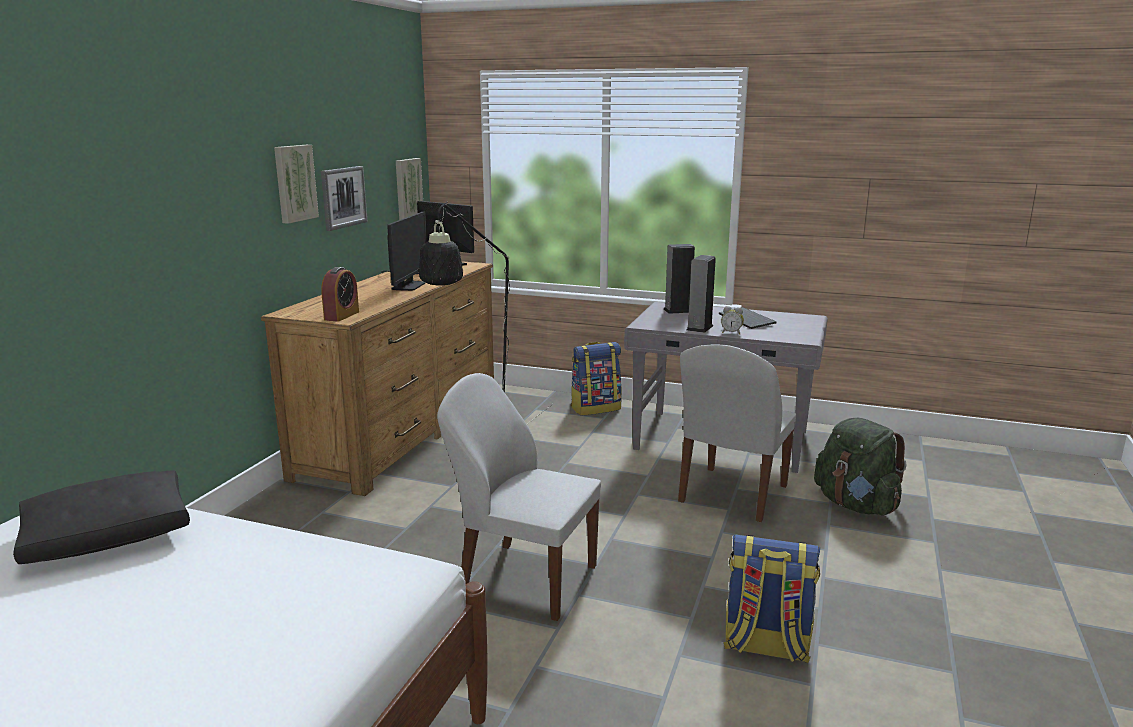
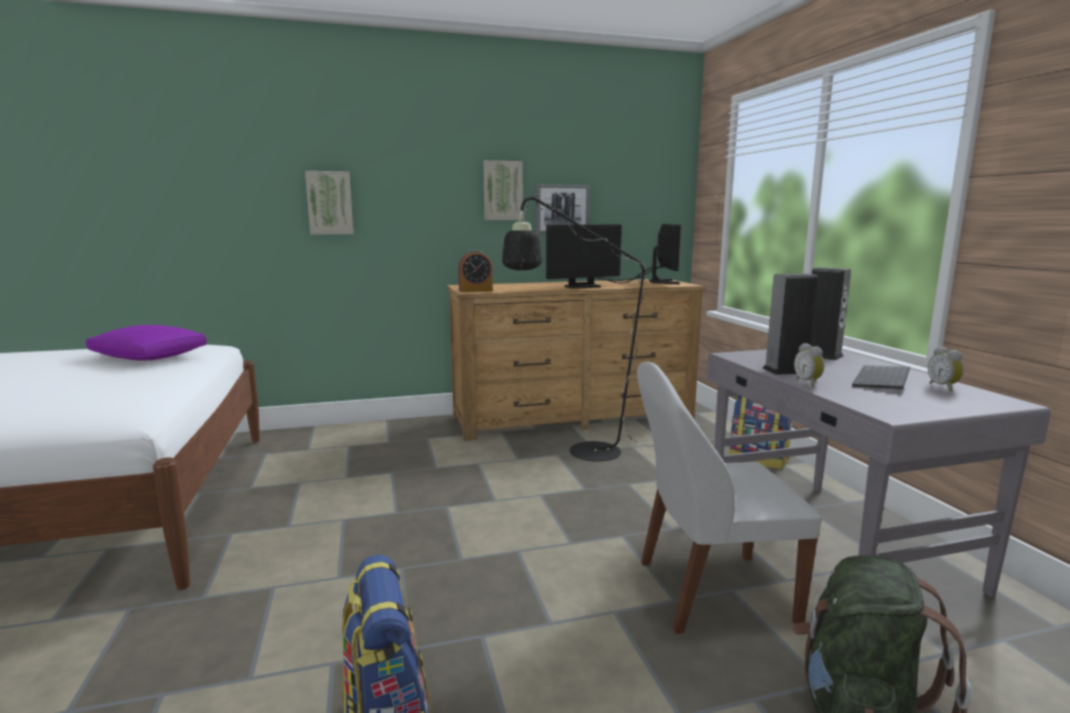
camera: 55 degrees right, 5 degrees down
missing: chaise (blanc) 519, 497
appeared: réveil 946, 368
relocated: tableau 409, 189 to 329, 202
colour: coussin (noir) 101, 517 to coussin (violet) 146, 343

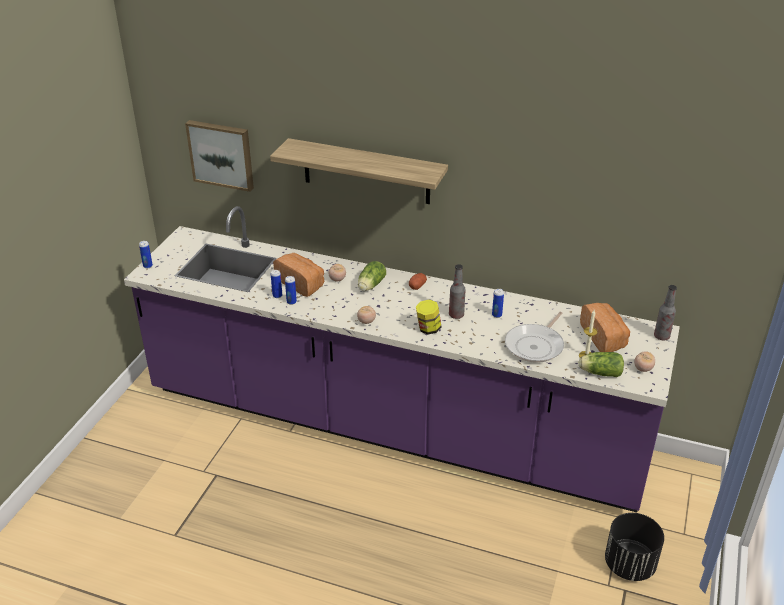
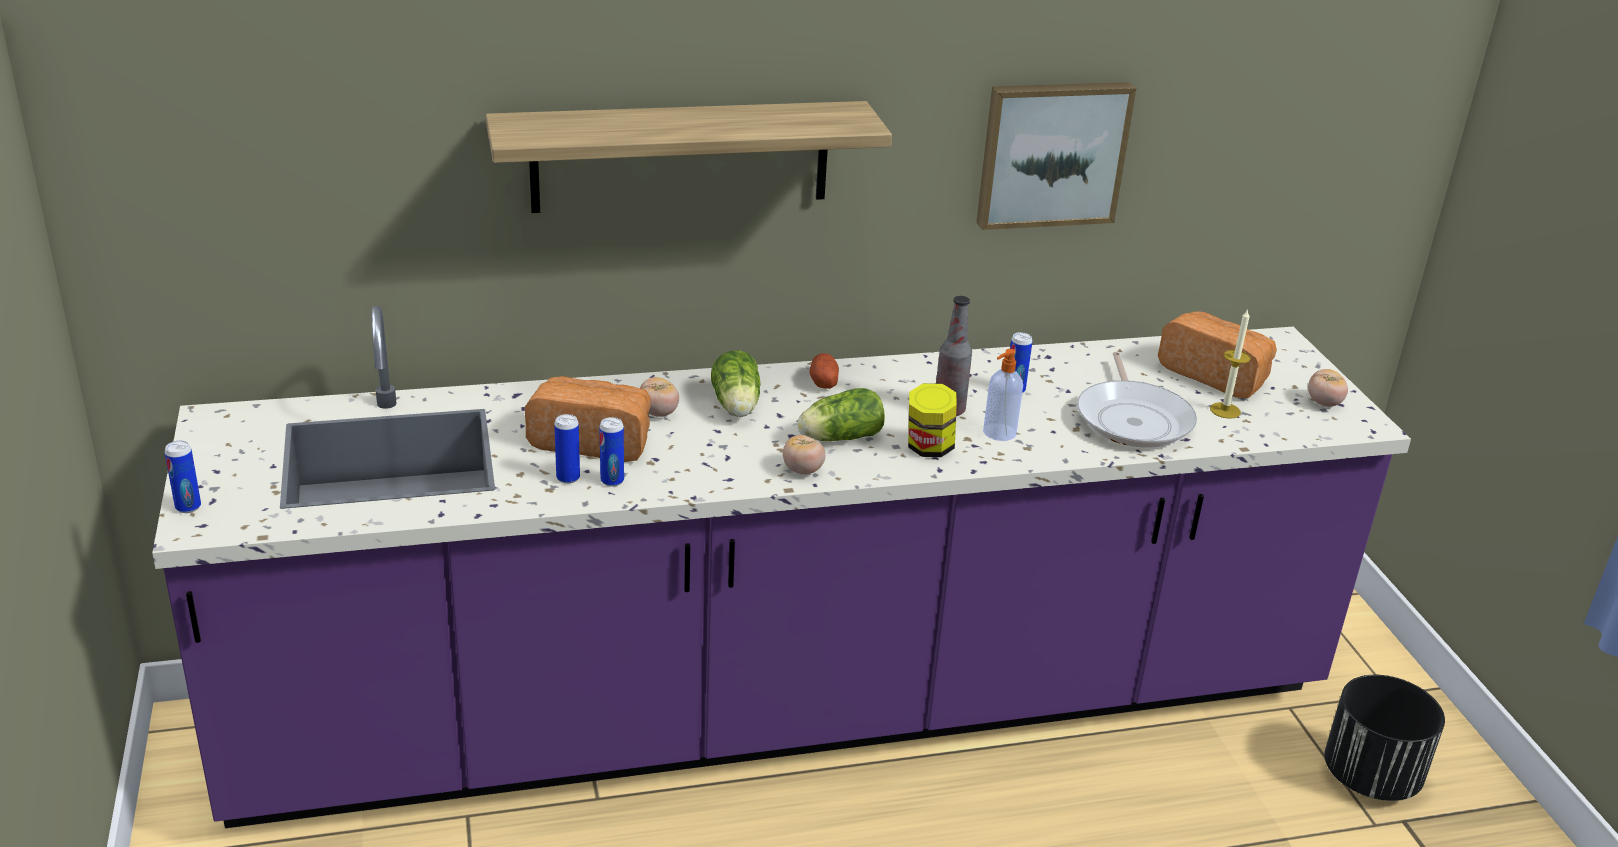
camera: 35 degrees left, 5 degrees down
missing: bouteille 665, 312
appeared: distributeur de savon 1003, 395
relocated: tableau 219, 156 to 1056, 156; laitue 601, 364 to 841, 414

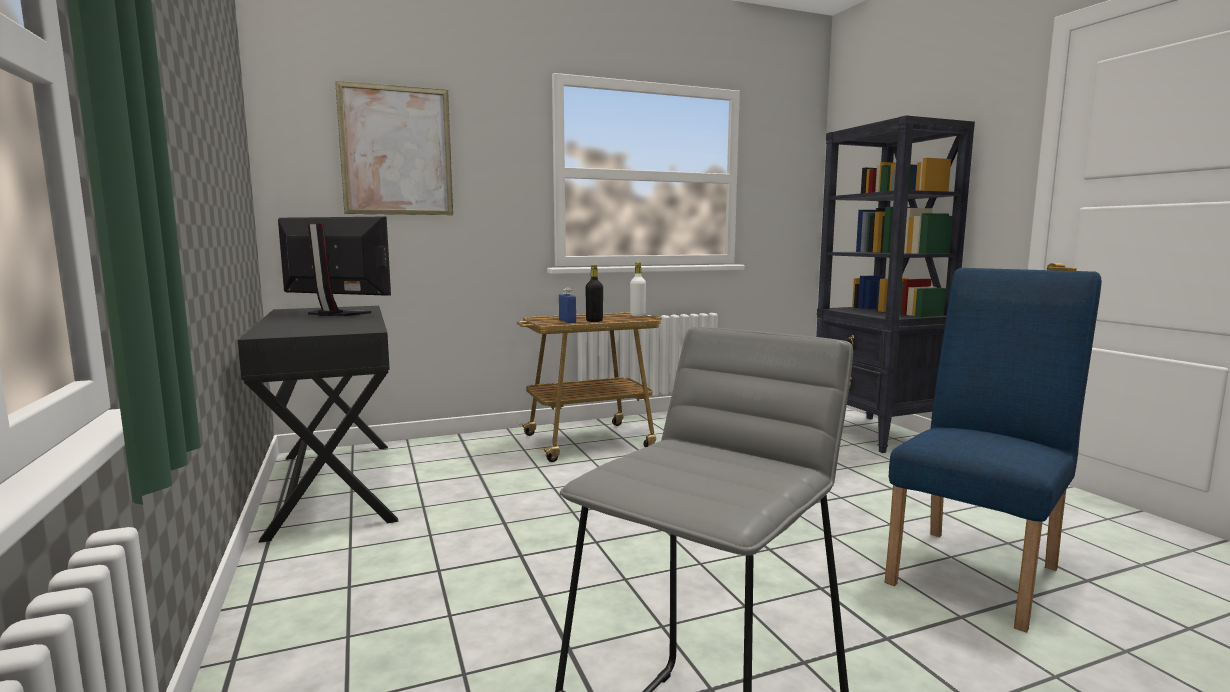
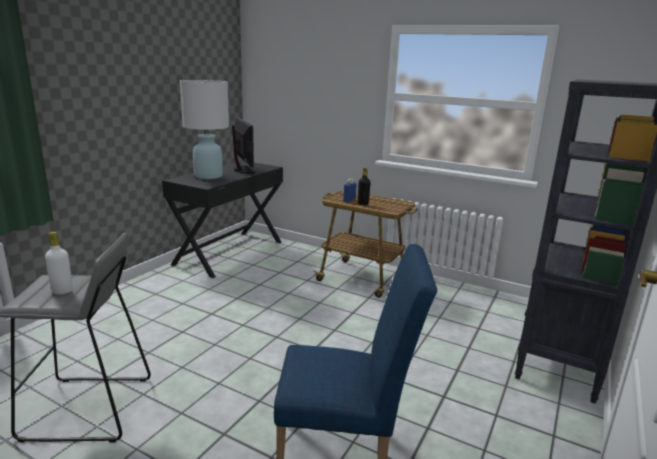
camera: 50 degrees right, 10 degrees up
missing: tableau 394, 148
appeared: lampe de table (blanc) 204, 129
relocated: bouteille (blanc) 638, 289 to 59, 263

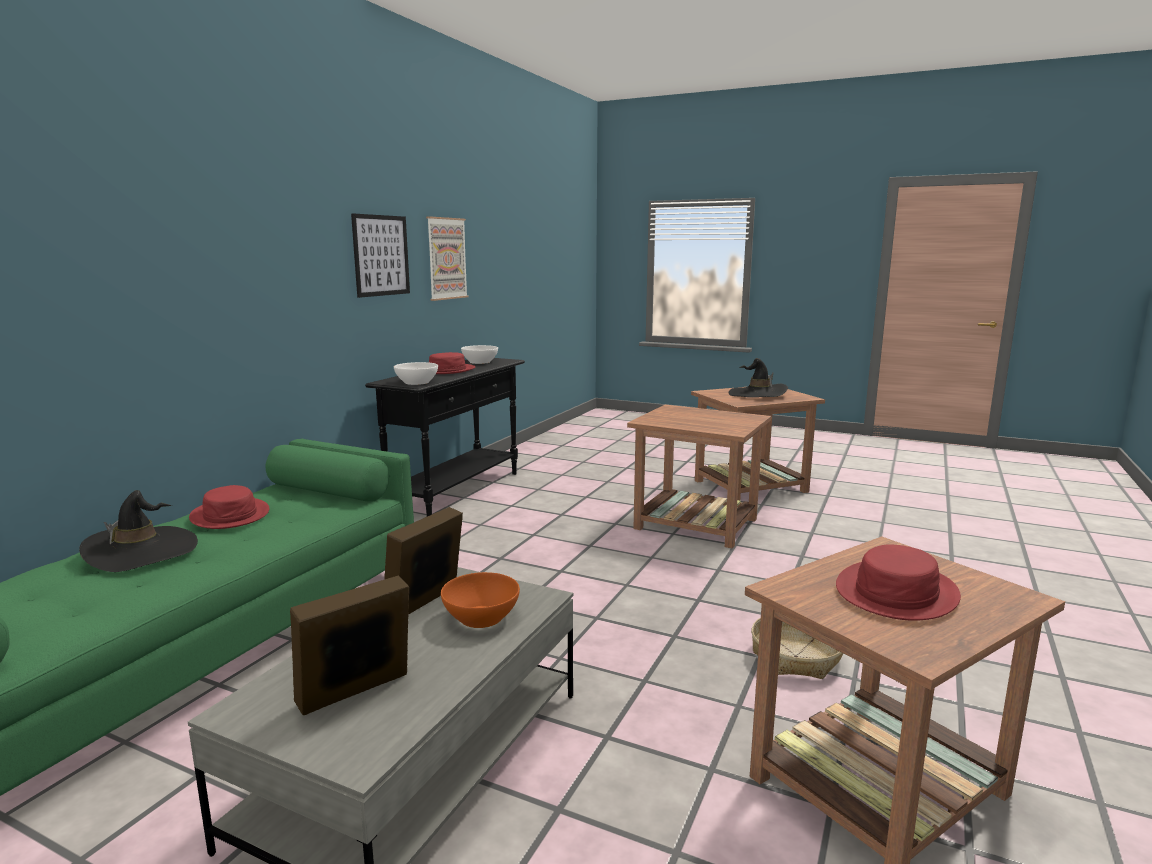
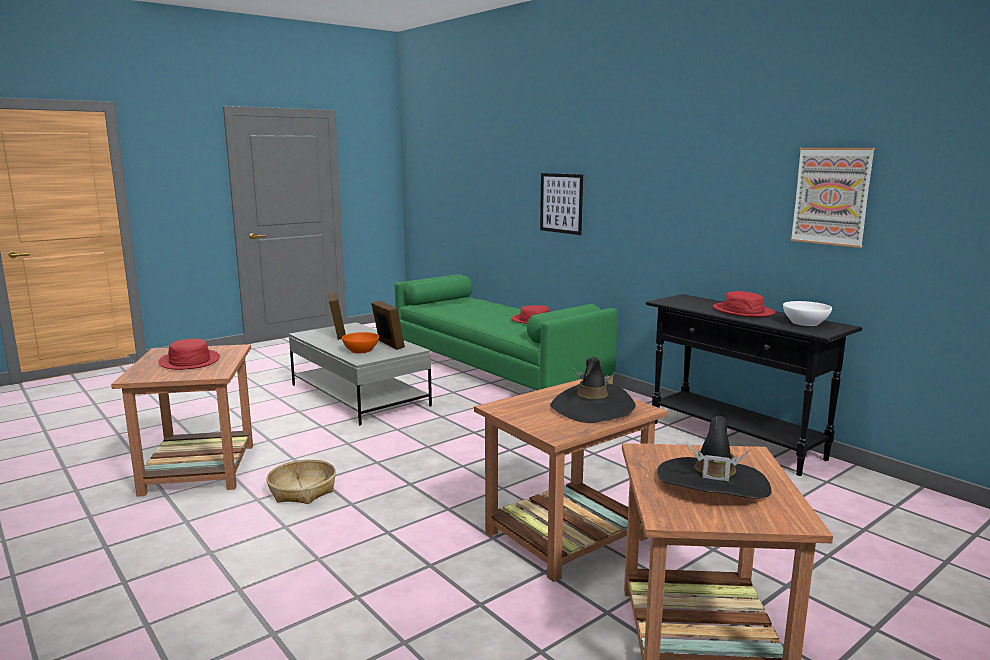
camera: 115 degrees right, 0 degrees up
missing: bol (blanc) 416, 373
relocated: chapeau (noir) 138, 531 to 593, 390; tableau 380, 255 to 561, 204

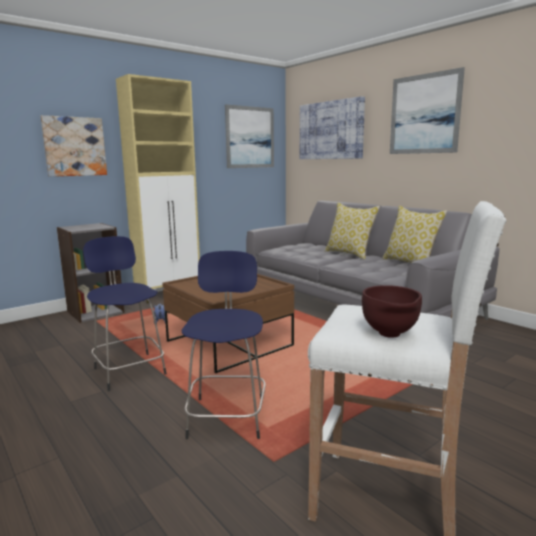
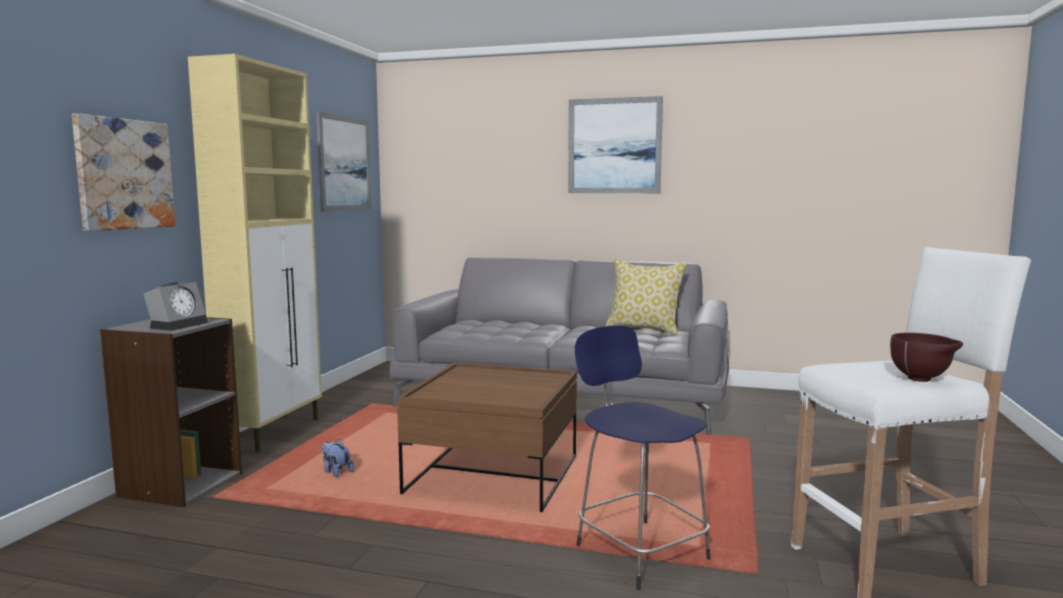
camera: 35 degrees left, 5 degrees down
missing: tabouret (bleu) 125, 313; tableau 332, 127; coussin 352, 231
appeared: réveil 176, 306

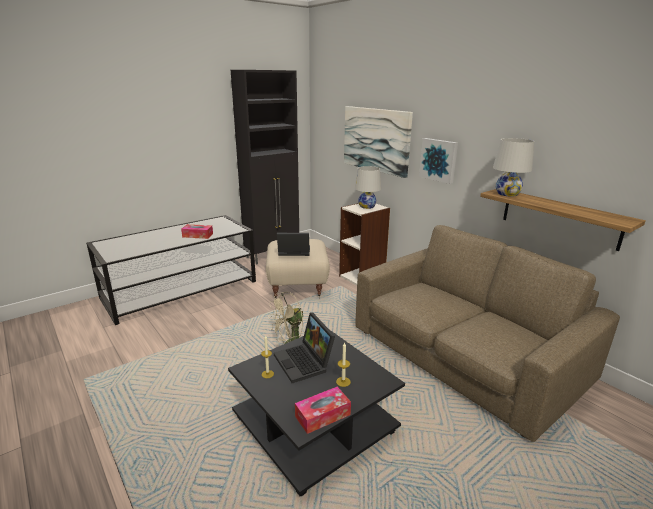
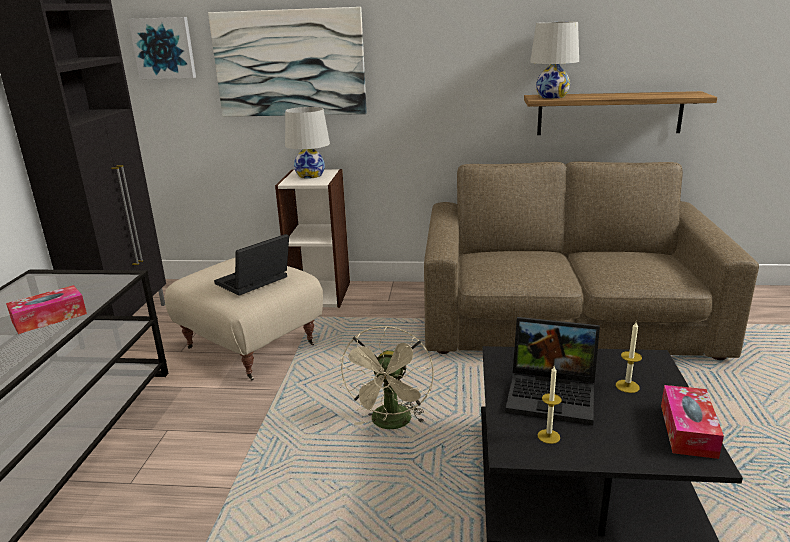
camera: 45 degrees left, 0 degrees up
relocated: tableau 438, 161 to 162, 48

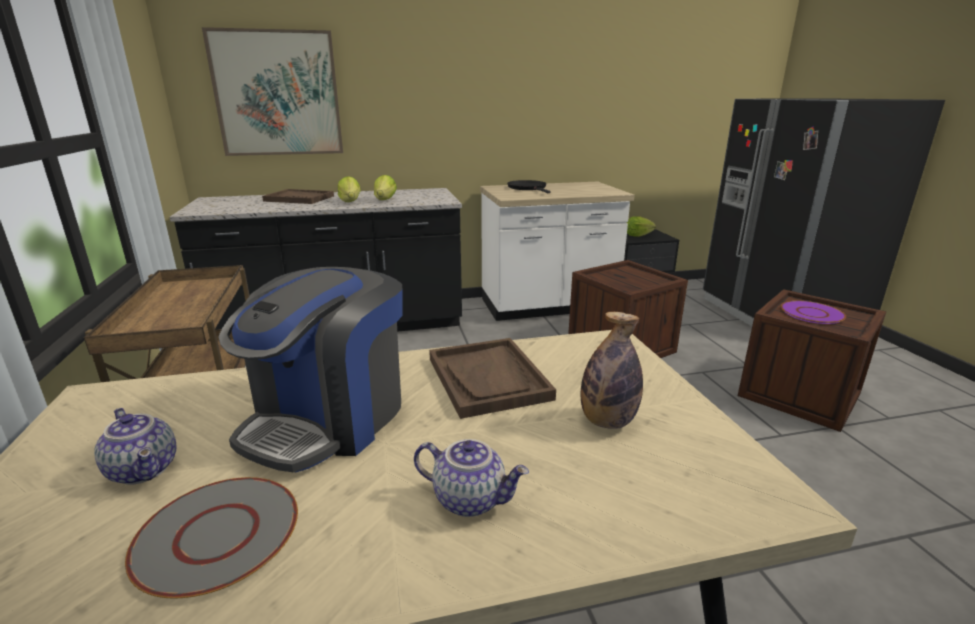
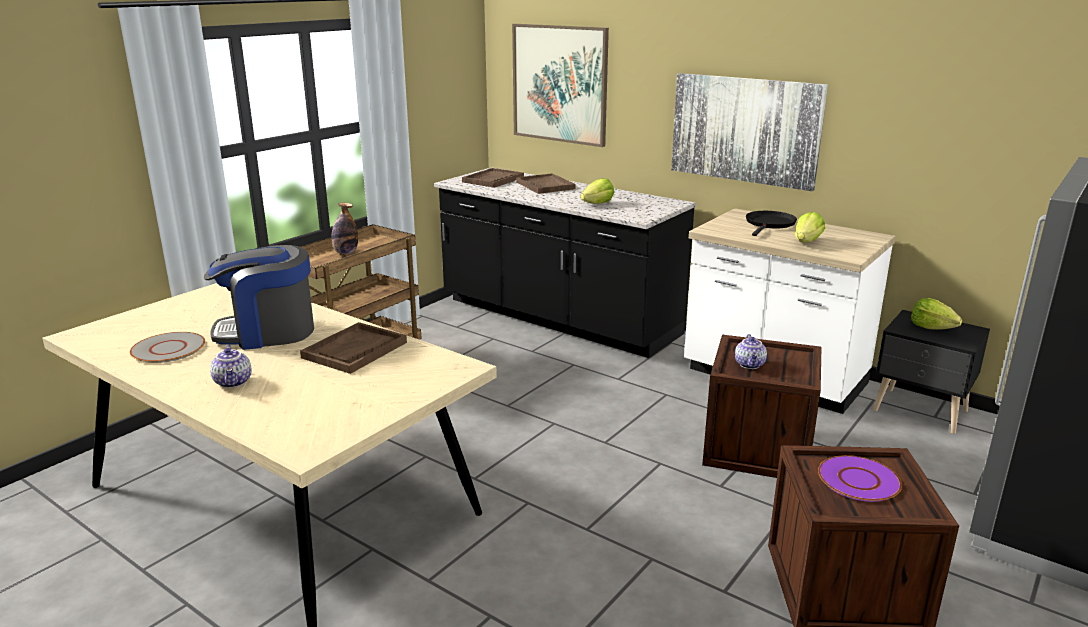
camera: 50 degrees right, 0 degrees up
appeared: plateau (marron) 493, 178; tableau 749, 132
relocated: théière 135, 446 to 751, 351; laitue 349, 189 to 810, 227; bouteille 612, 370 to 344, 228

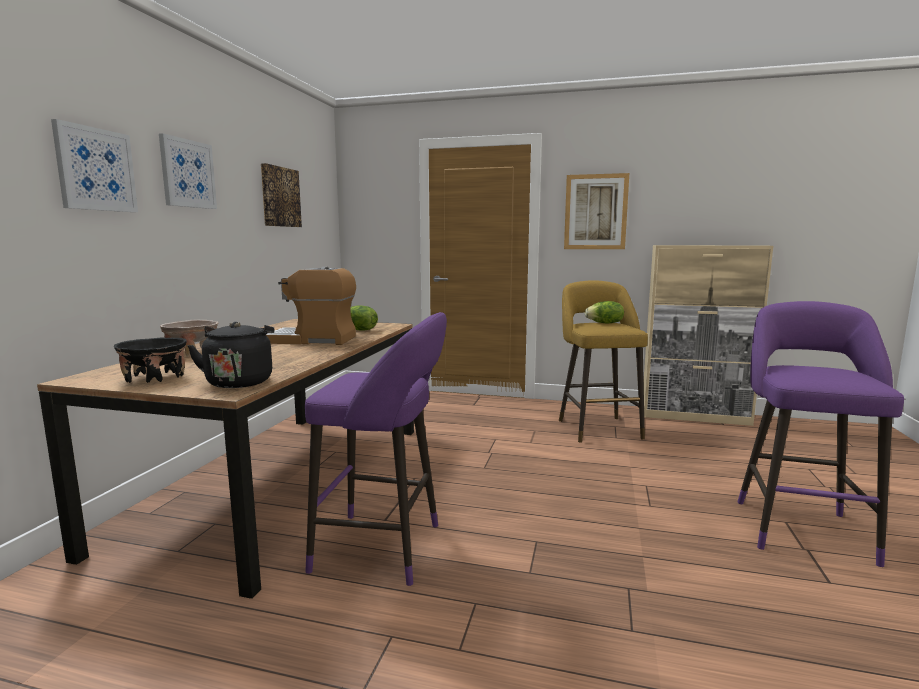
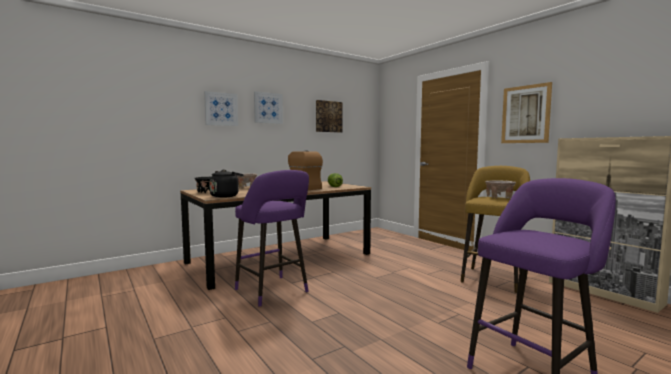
camera: 40 degrees right, 5 degrees down
exchanged: laitue 604, 312 to bol (beige) 500, 189

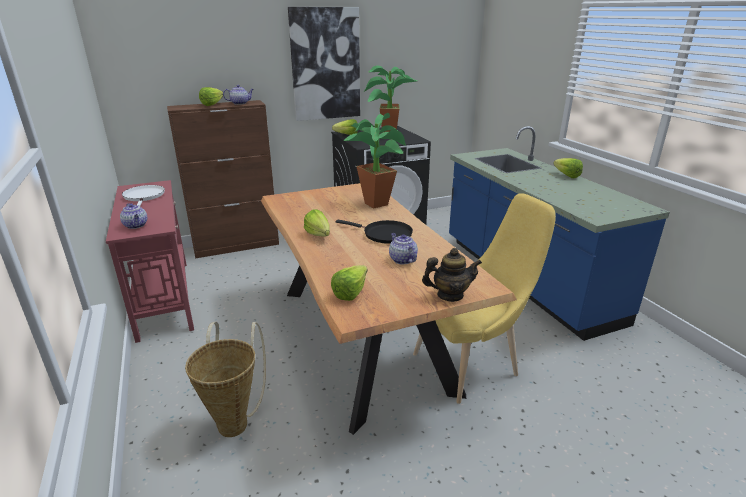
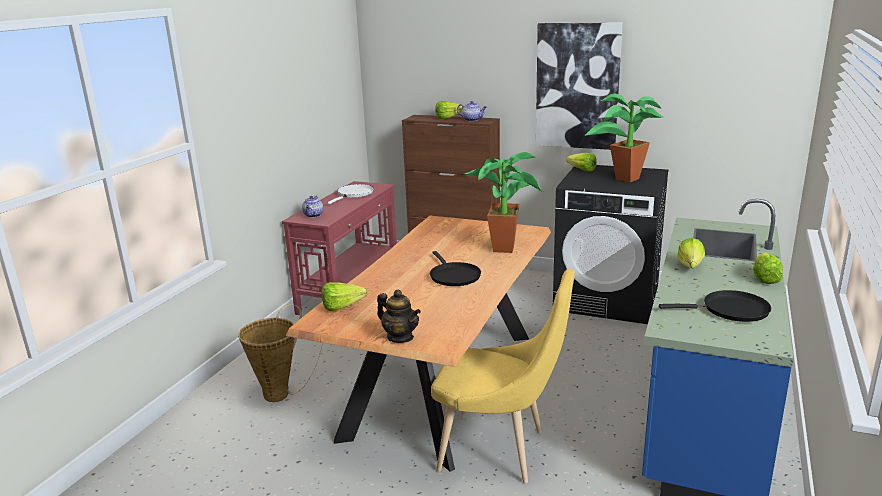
camera: 45 degrees right, 5 degrees down
missing: théière 403, 248
appeared: poêle (noir) 715, 306
relocated: laitue 317, 223 to 691, 253

